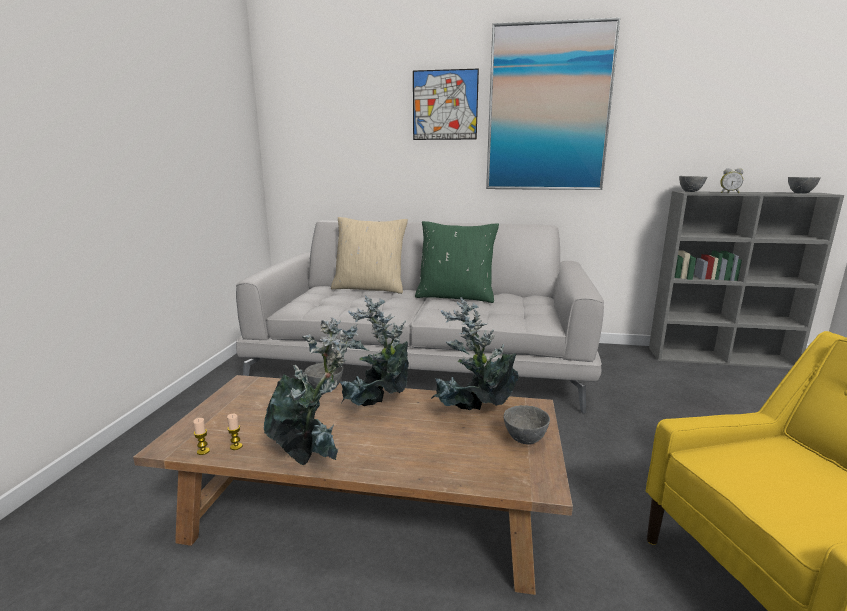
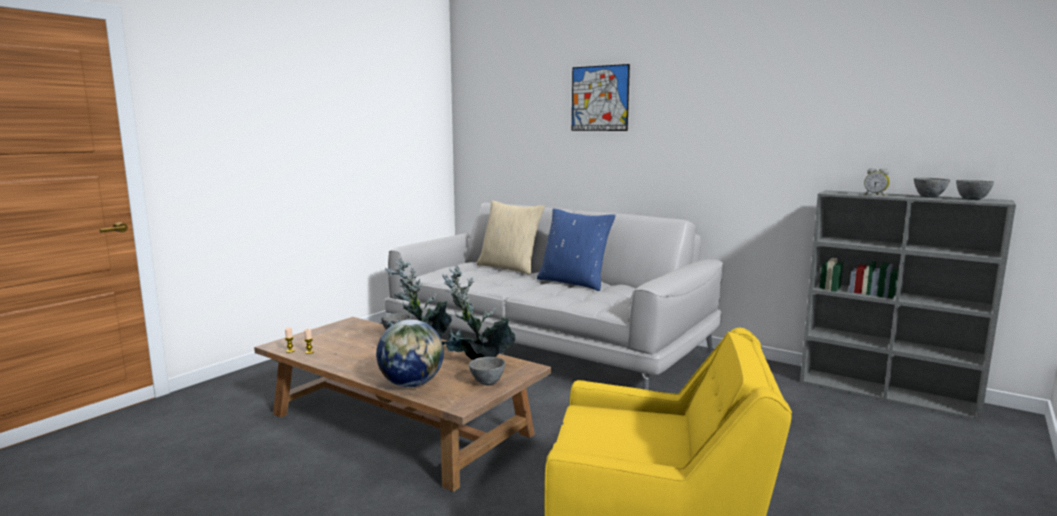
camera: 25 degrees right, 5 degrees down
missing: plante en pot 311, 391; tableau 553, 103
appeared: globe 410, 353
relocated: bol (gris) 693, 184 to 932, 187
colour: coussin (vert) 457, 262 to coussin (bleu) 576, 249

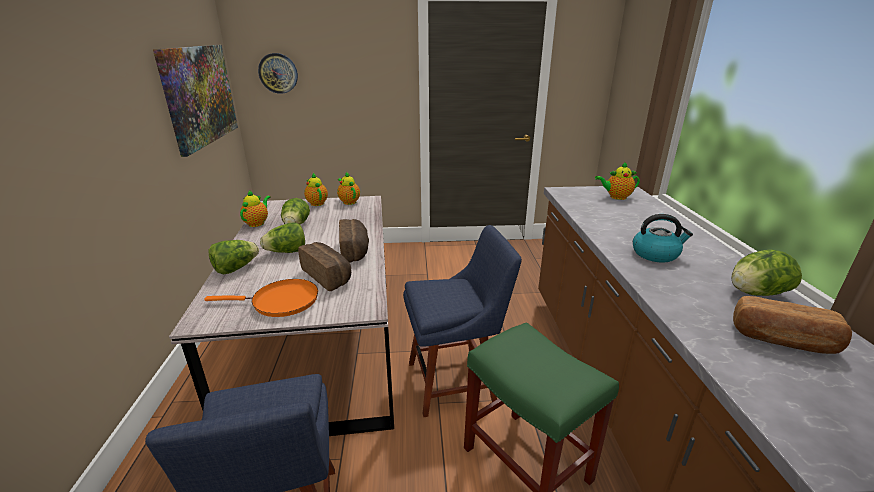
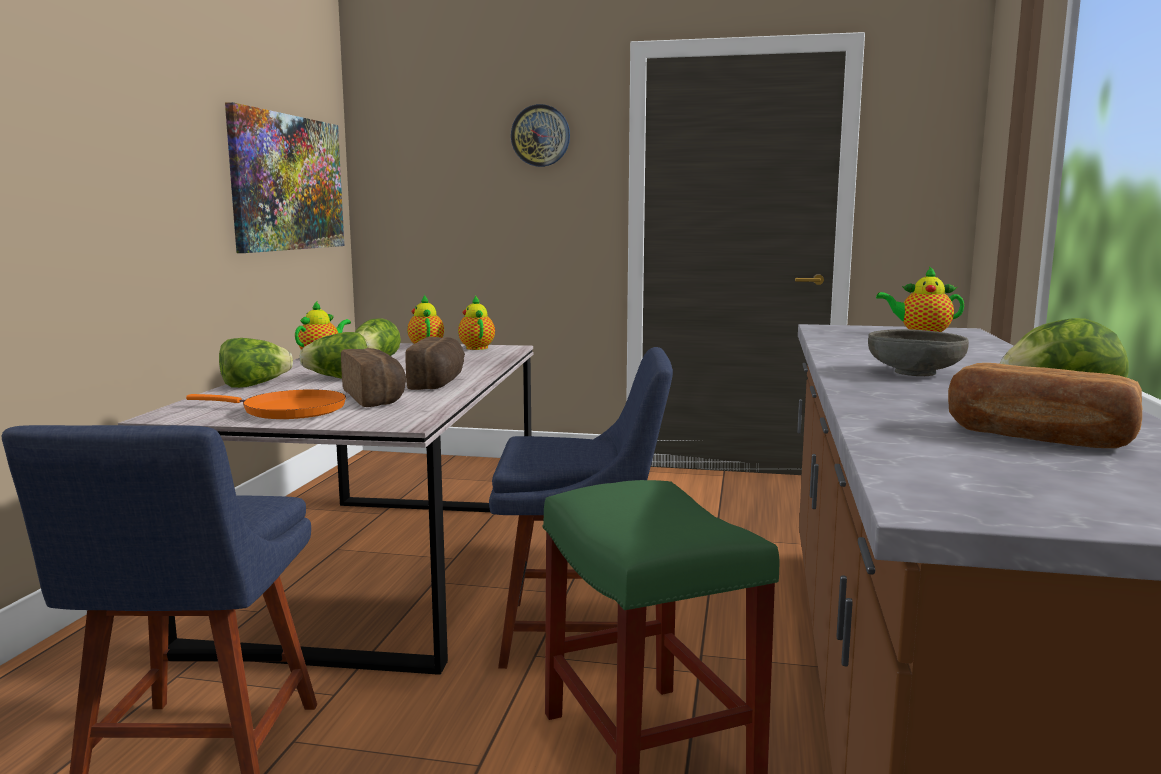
camera: 15 degrees right, 15 degrees down
relocated: horloge murale 278, 73 to 540, 135
exchanged: bouilloire 663, 238 to bol (gris) 918, 352

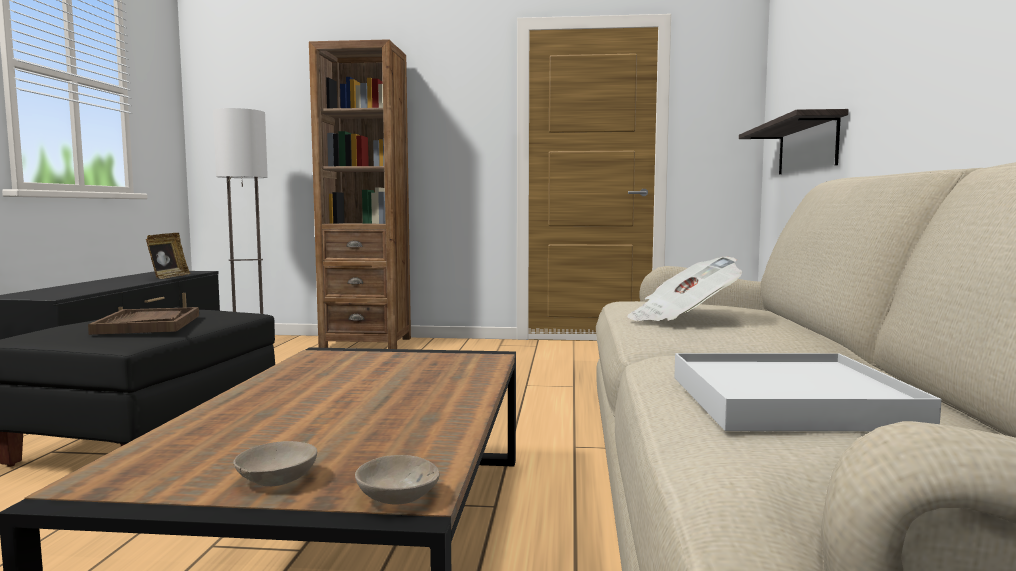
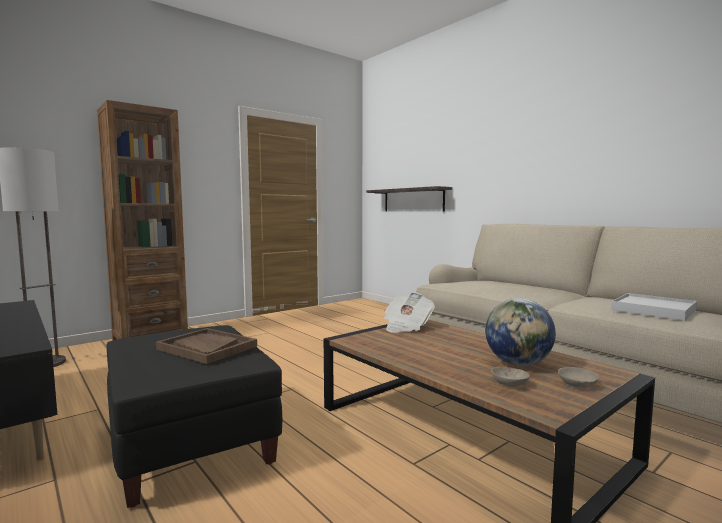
camera: 45 degrees left, 0 degrees up
missing: cadre photo 168, 256
appeared: globe 520, 332
relocated: bol (beige) 397, 480 to 510, 377; journal 684, 289 to 409, 312

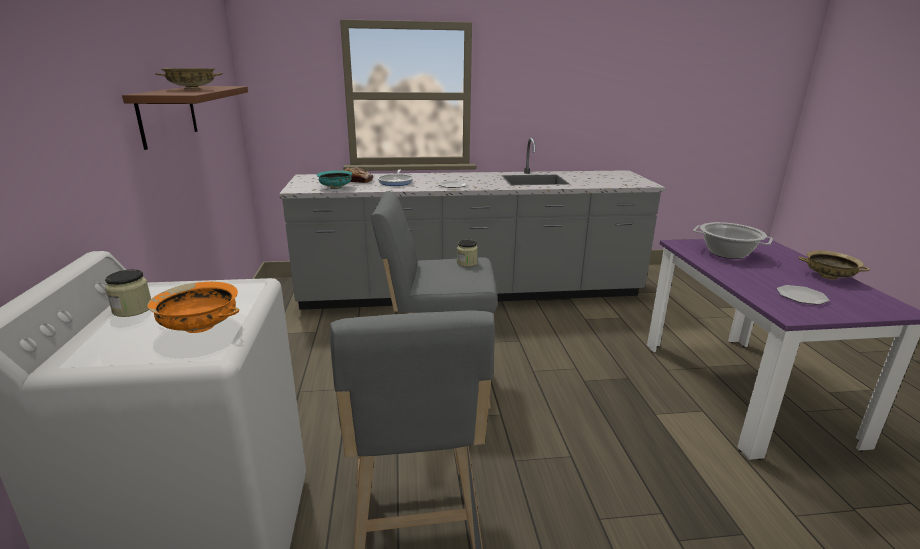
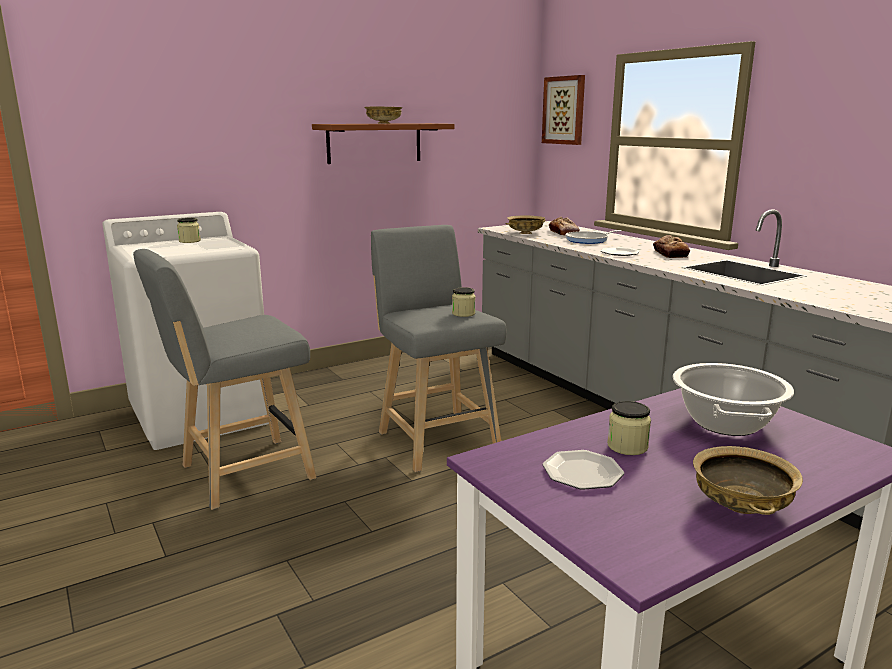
camera: 65 degrees right, 5 degrees down
missing: bol (orange) 193, 307
appeared: tableau 563, 110; bocal 629, 428; pain 671, 246
colour: bol (turquoise) 335, 179 to bol (beige) 525, 224

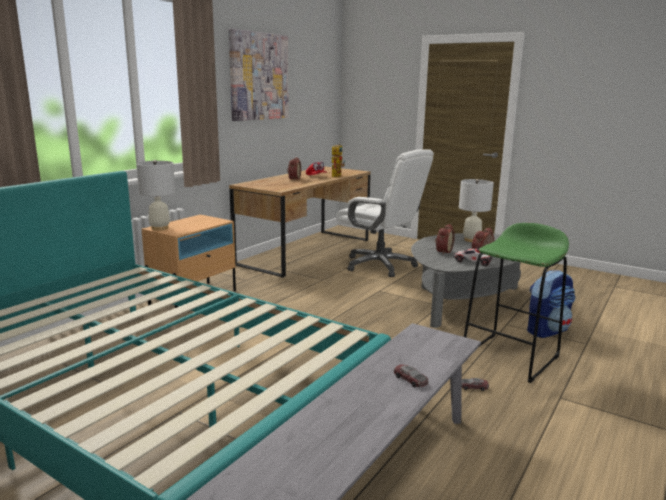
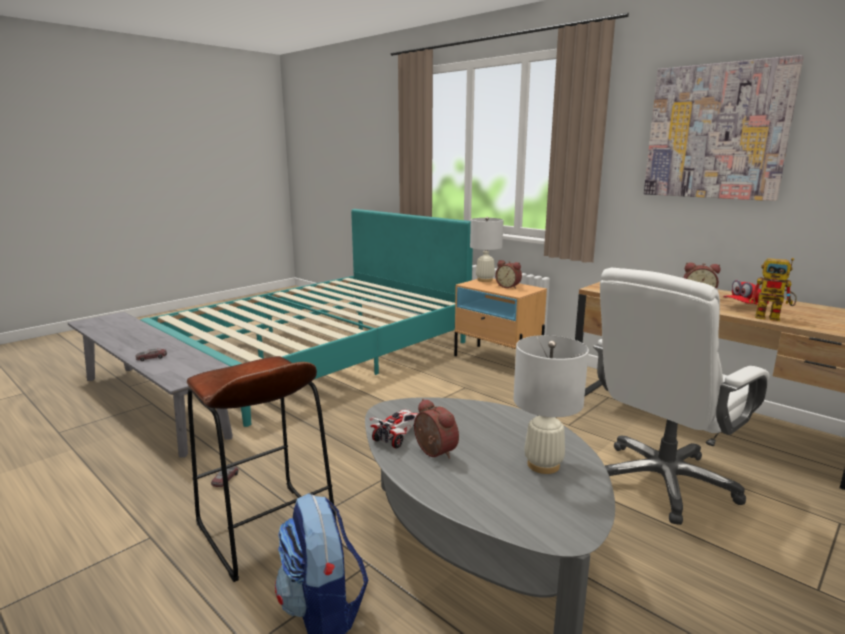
camera: 100 degrees right, 0 degrees up
relocated: réveil 445, 239 to 508, 274
colour: tabouret (vert) 516, 303 to tabouret (marron) 262, 469

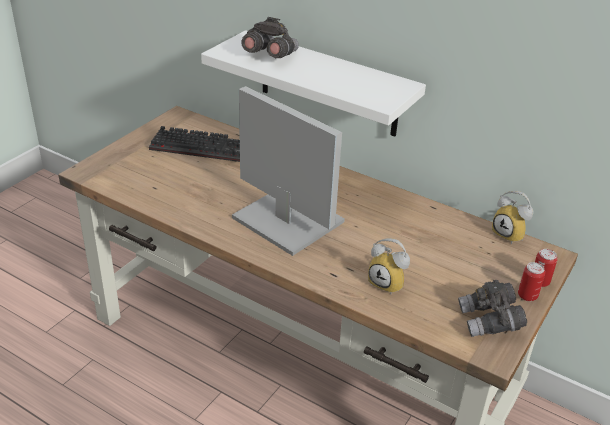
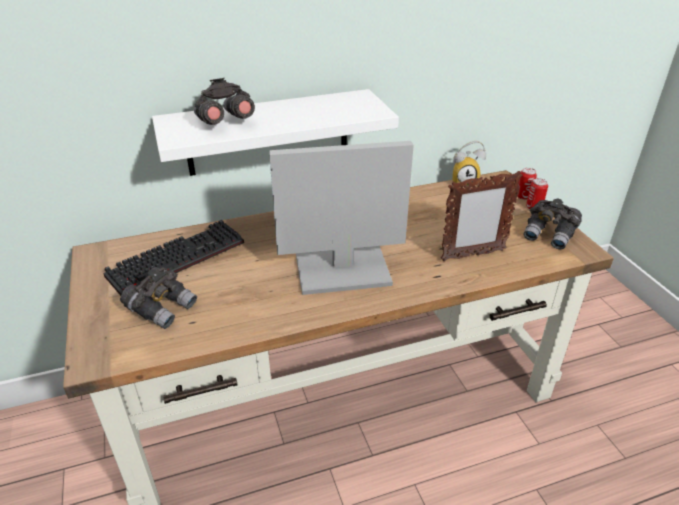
camera: 50 degrees left, 0 degrees up
appeared: jumelles (gris) 158, 298
exchanged: réveil 389, 266 to cadre photo 481, 216

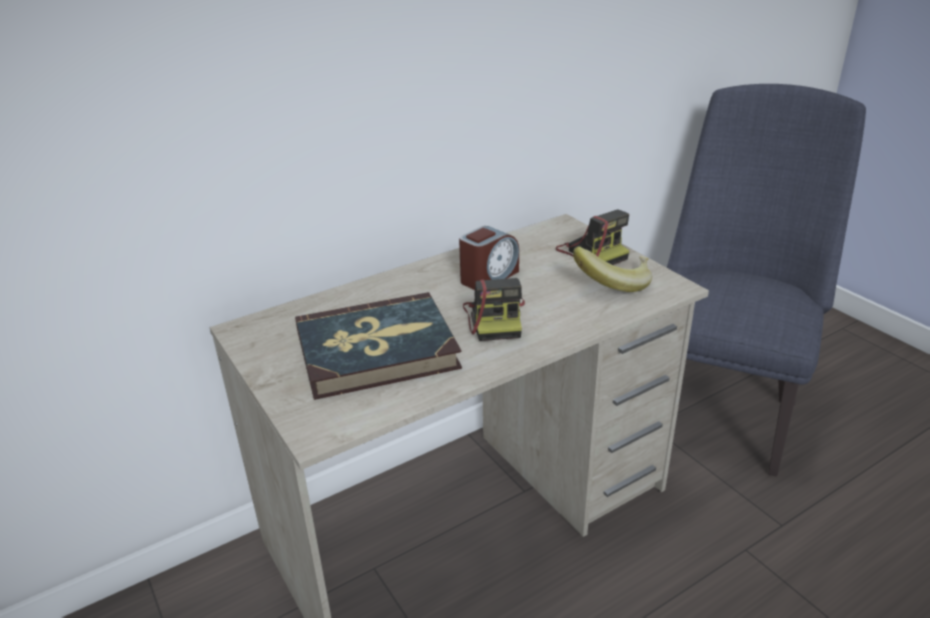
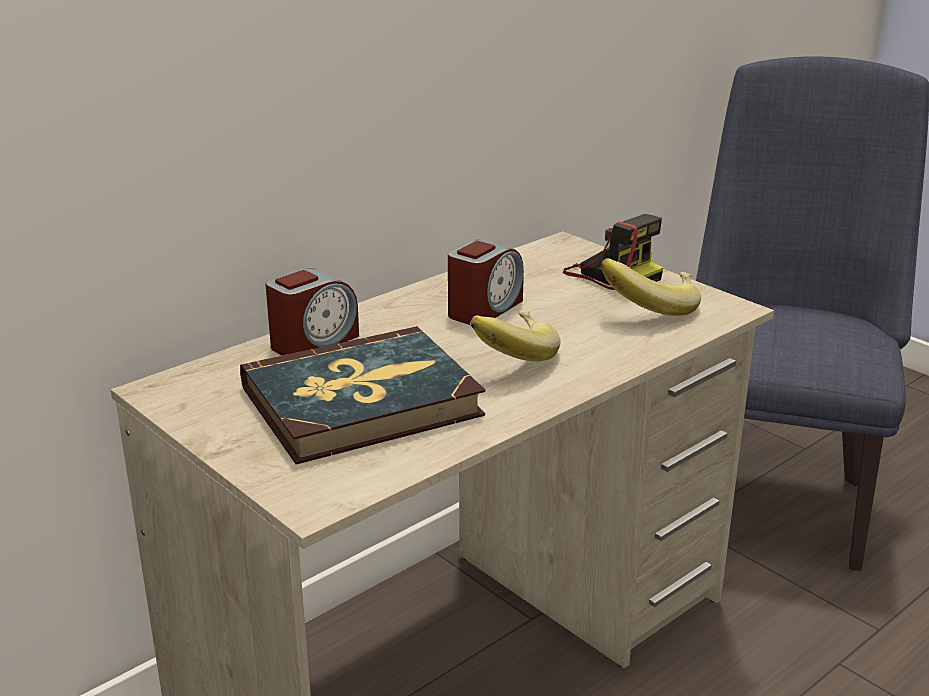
camera: 10 degrees left, 5 degrees down
appeared: réveil 312, 312
exchanged: appareil photo 494, 309 to banane 515, 336

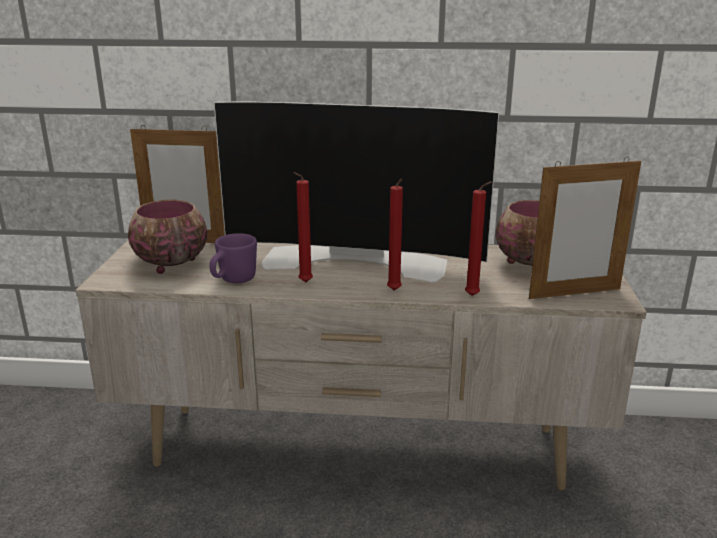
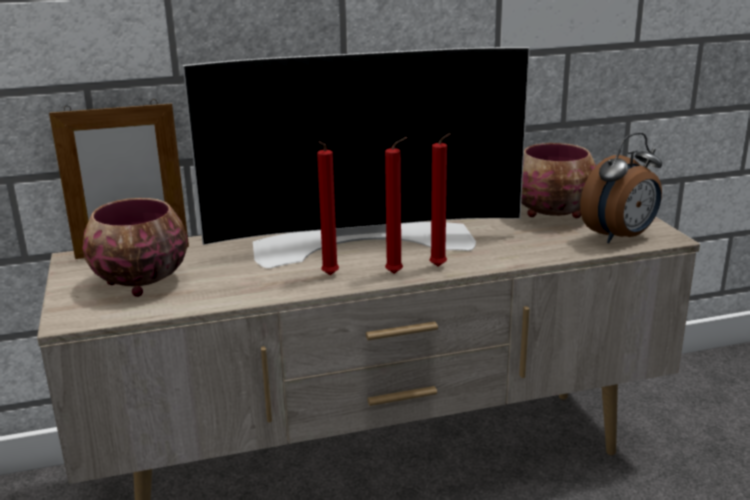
camera: 20 degrees left, 0 degrees up
missing: mug (violet) 233, 258
relocated: bougie (rouge) 478, 239 to 396, 205
exchanged: cadre photo 585, 228 to réveil 621, 187

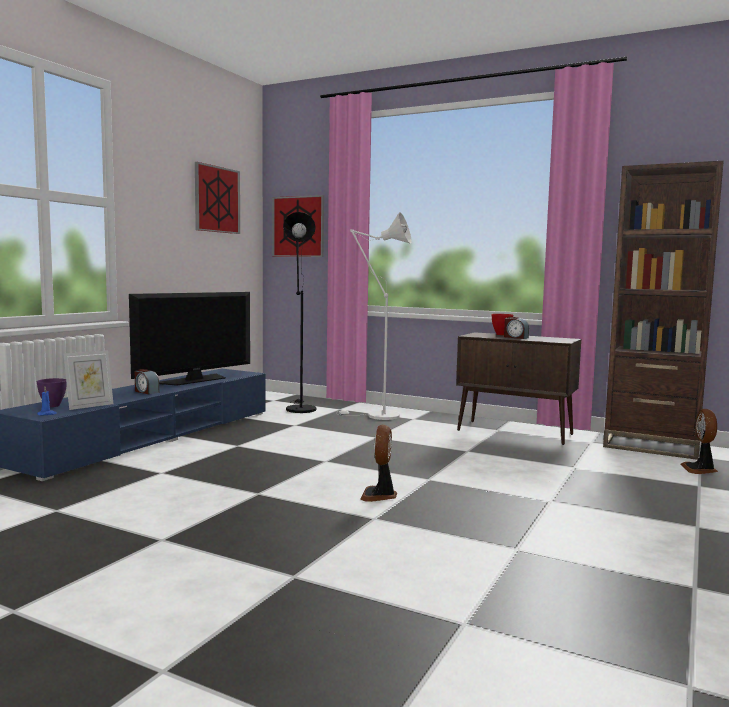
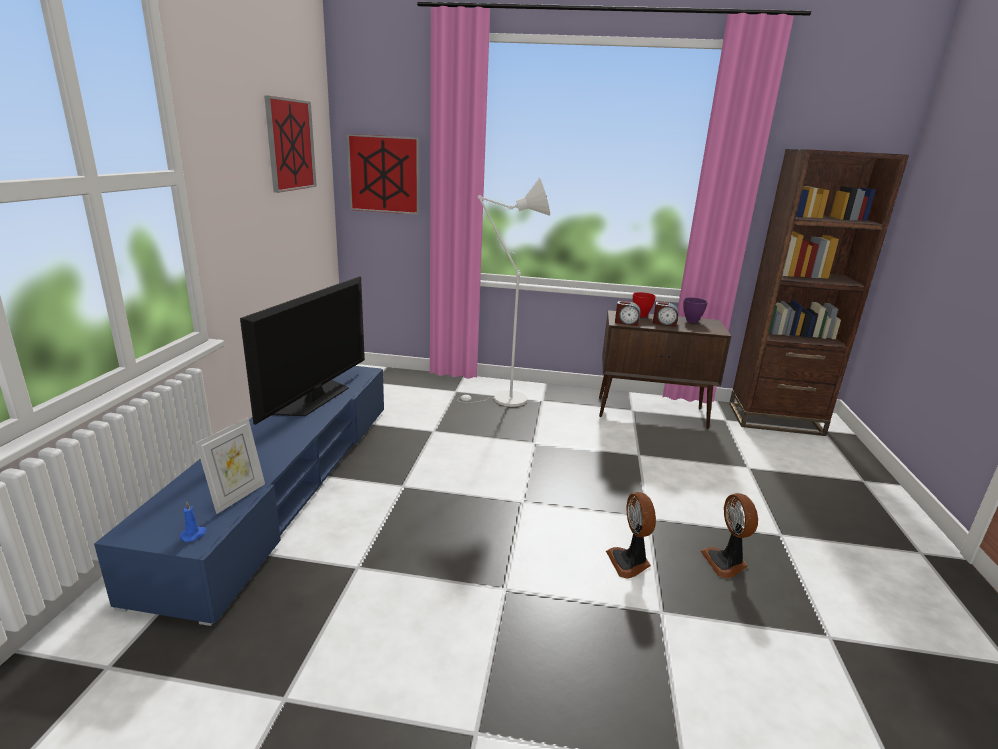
camera: 20 degrees left, 15 degrees up
missing: lampadaire (noir) 300, 312
relocated: bol (violet) 52, 392 to 695, 310; réveil 147, 381 to 628, 313; ventilateur 699, 441 to 729, 535

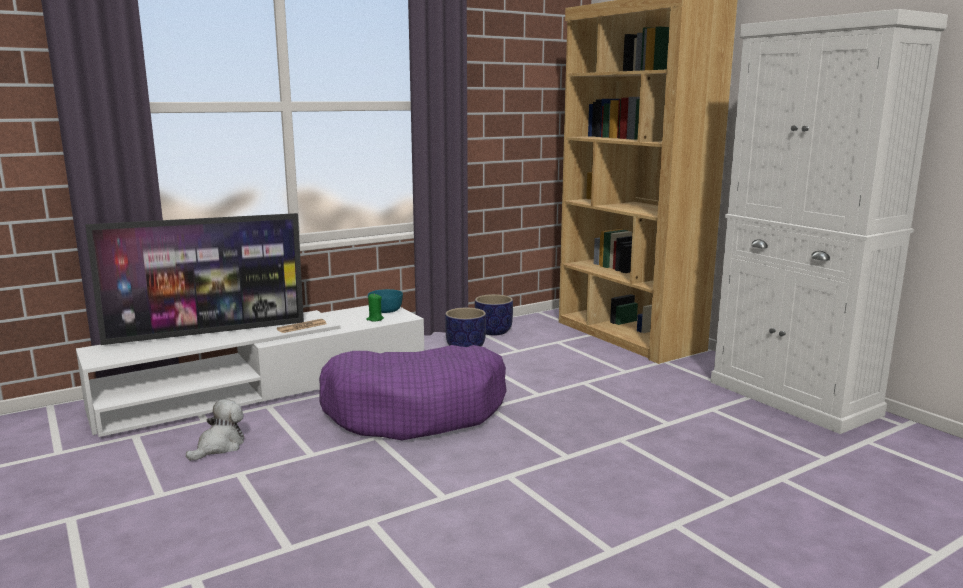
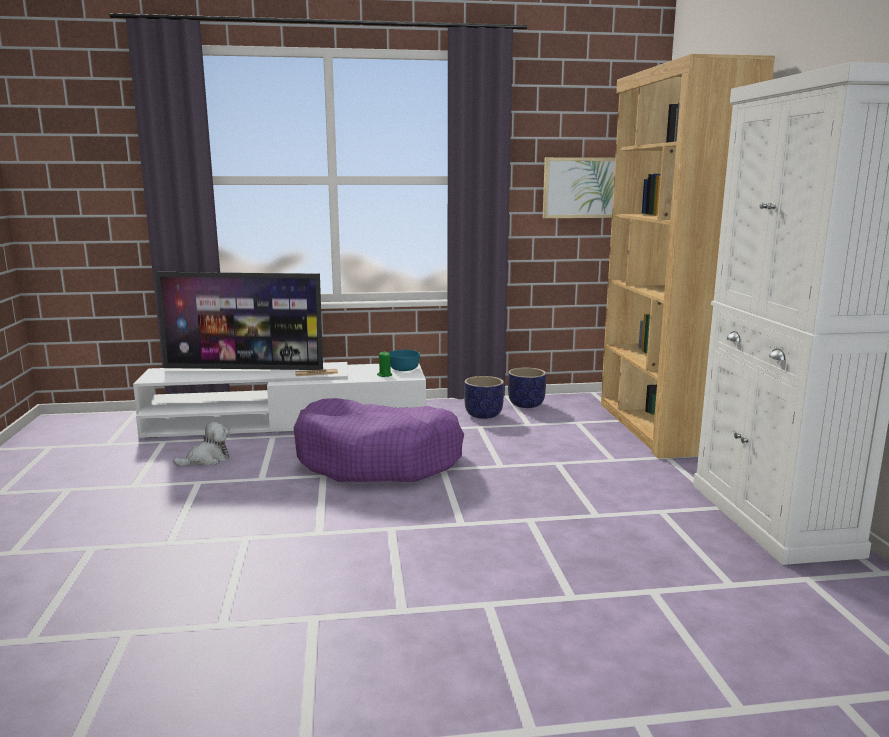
camera: 25 degrees right, 0 degrees up
appeared: tableau 579, 187

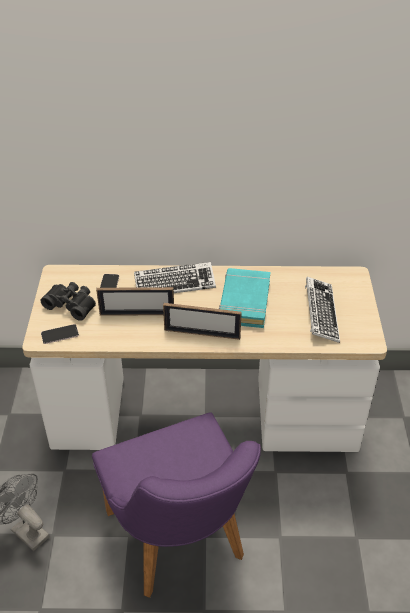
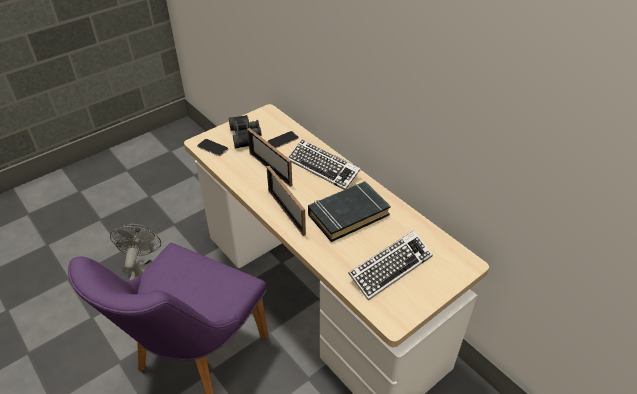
camera: 50 degrees right, 0 degrees up
colour: livre (turquoise) 244, 298 to livre (noir) 349, 211

